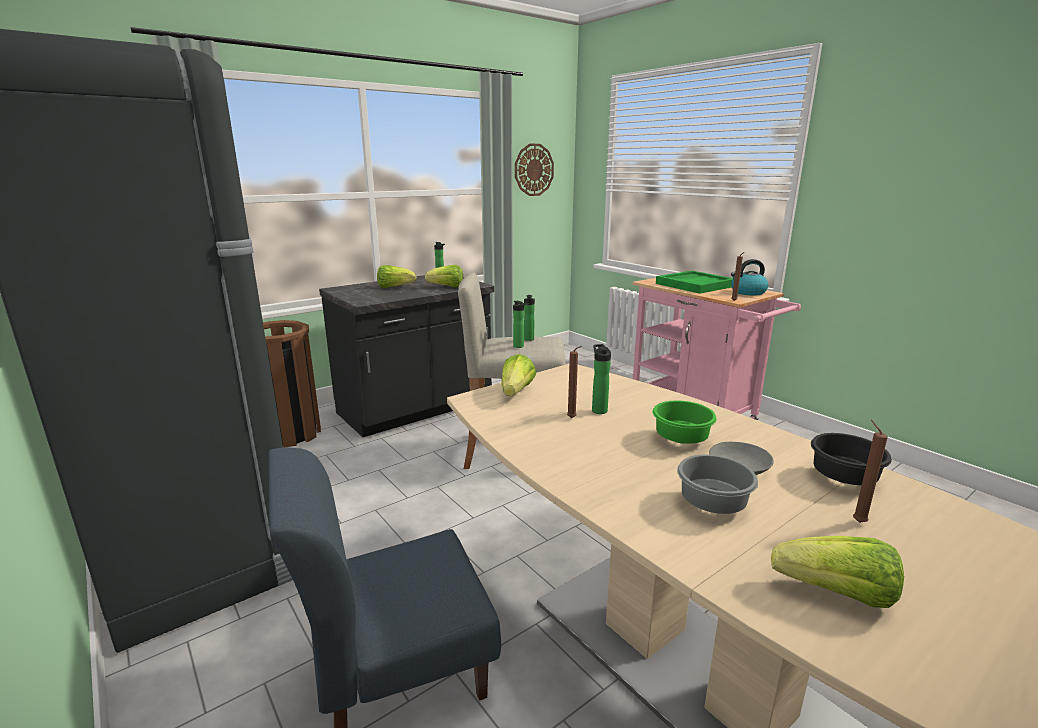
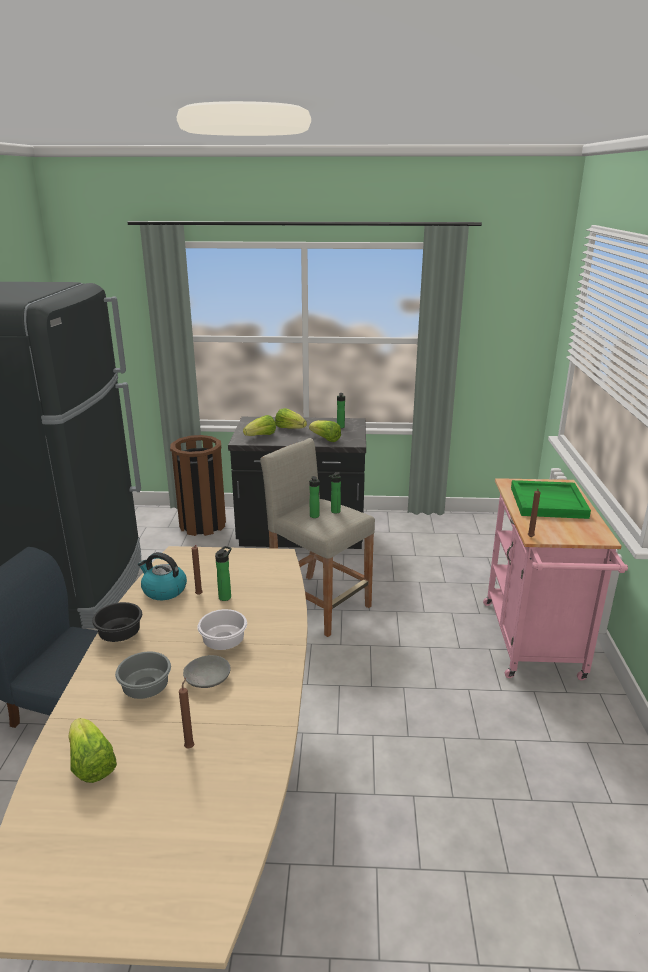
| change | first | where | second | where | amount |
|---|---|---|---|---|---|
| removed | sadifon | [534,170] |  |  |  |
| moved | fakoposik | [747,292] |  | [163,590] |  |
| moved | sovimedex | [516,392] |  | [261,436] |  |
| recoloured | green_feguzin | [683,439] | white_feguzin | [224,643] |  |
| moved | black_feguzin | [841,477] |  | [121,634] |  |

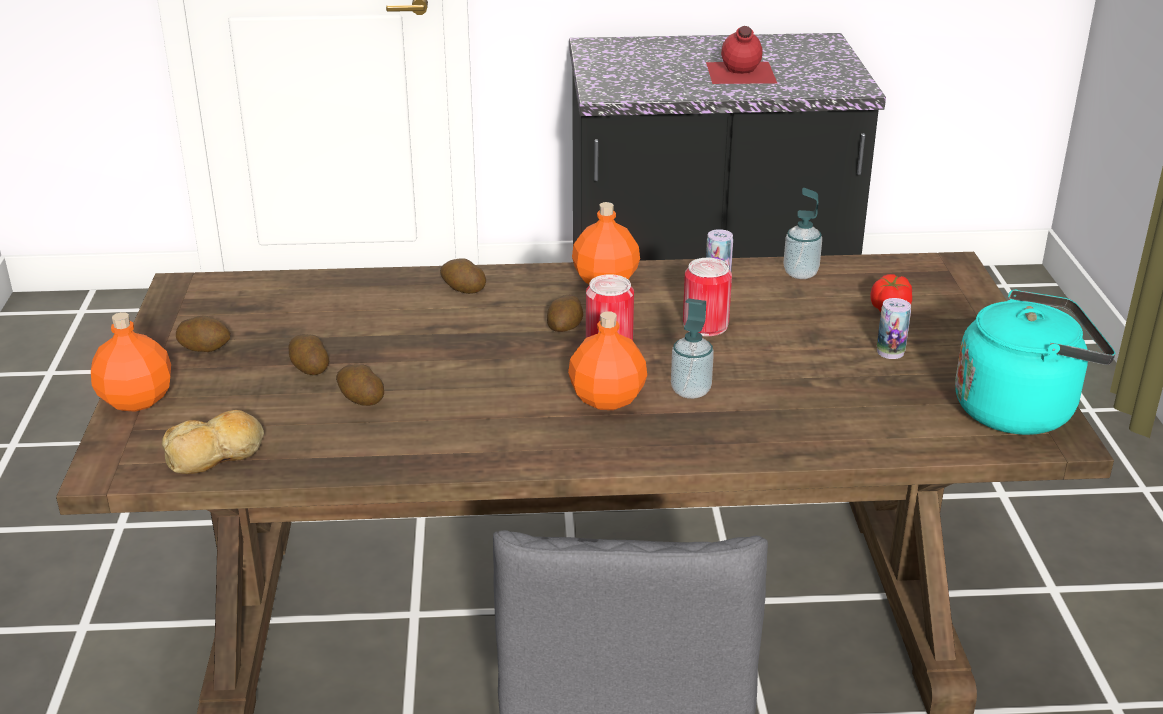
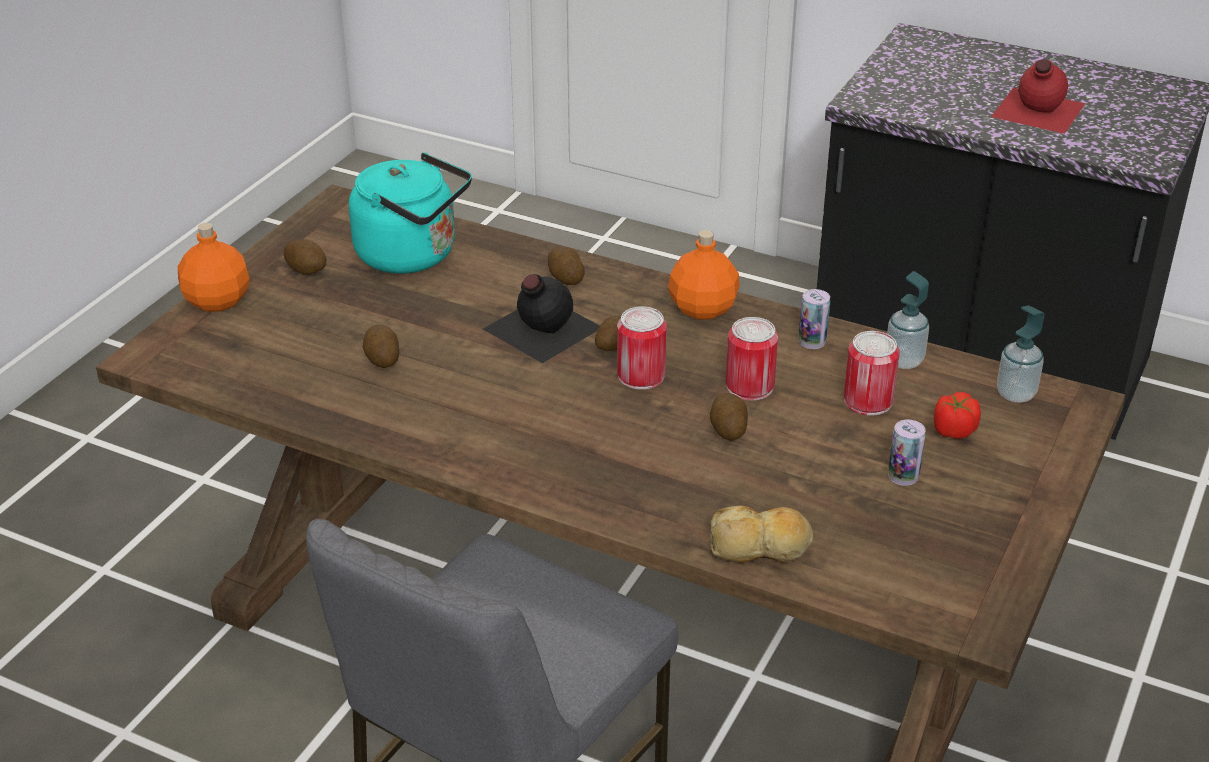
| change | first | where | second | where | amount |
|---|---|---|---|---|---|
| moved | turquoise_fakoposik | [1020,409] |  | [413,255] |  |
| moved | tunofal | [690,391] |  | [1015,394] |  |
| removed | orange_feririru | [608,399] |  |  |  |
| moved | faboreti | [309,368] |  | [728,429] |  |
| moved | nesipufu | [216,454] |  | [760,547] |  |
| added |  |  | black_feririru | [540,328] |  |
| added |  |  | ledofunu | [868,401] |  |

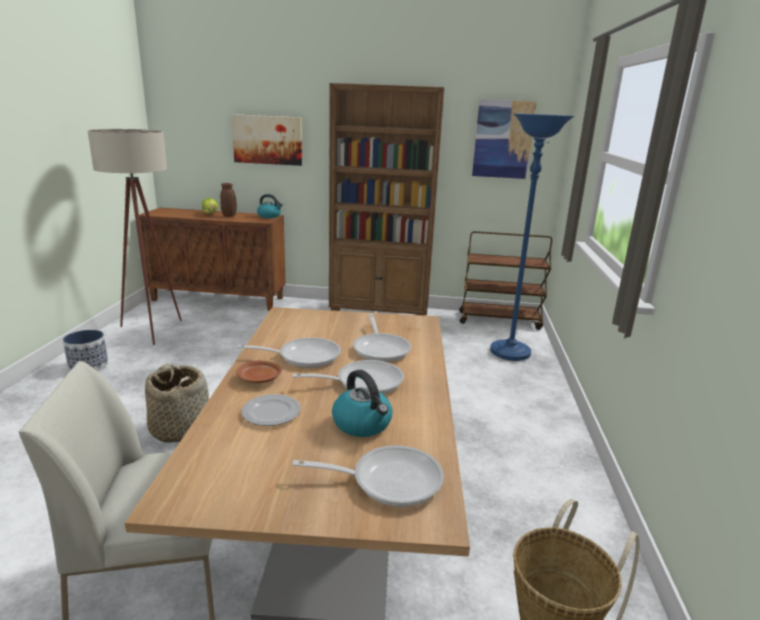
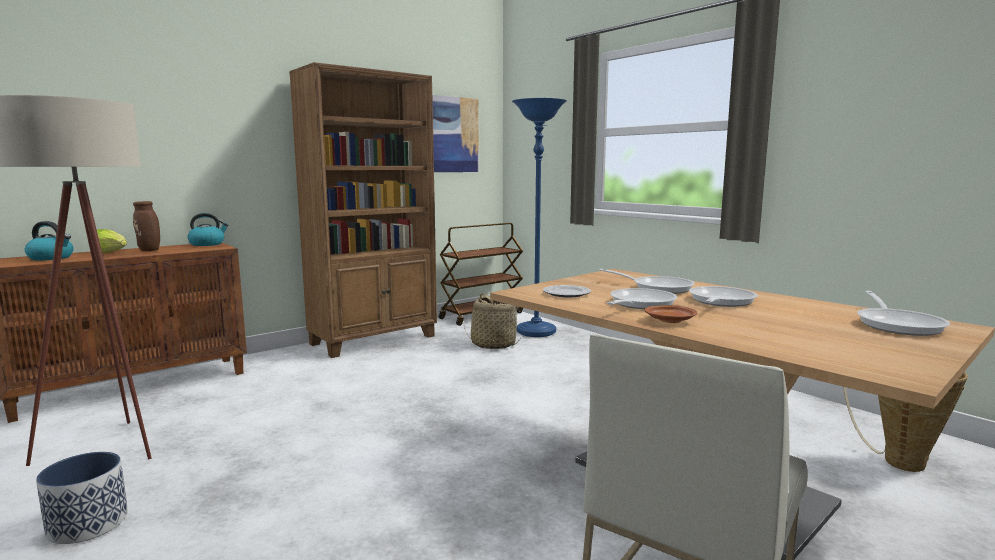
| change | first | where | second | where | amount |
|---|---|---|---|---|---|
| removed | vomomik | [267,140] |  |  |  |
| moved | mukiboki | [180,429] |  | [493,344] |  |
| moved | fakoposik | [363,424] |  | [51,258] |  |
| moved | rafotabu | [271,413] |  | [567,293] |  |
| turned | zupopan | [388,480] |  | [897,324] | 150 degrees clockwise |

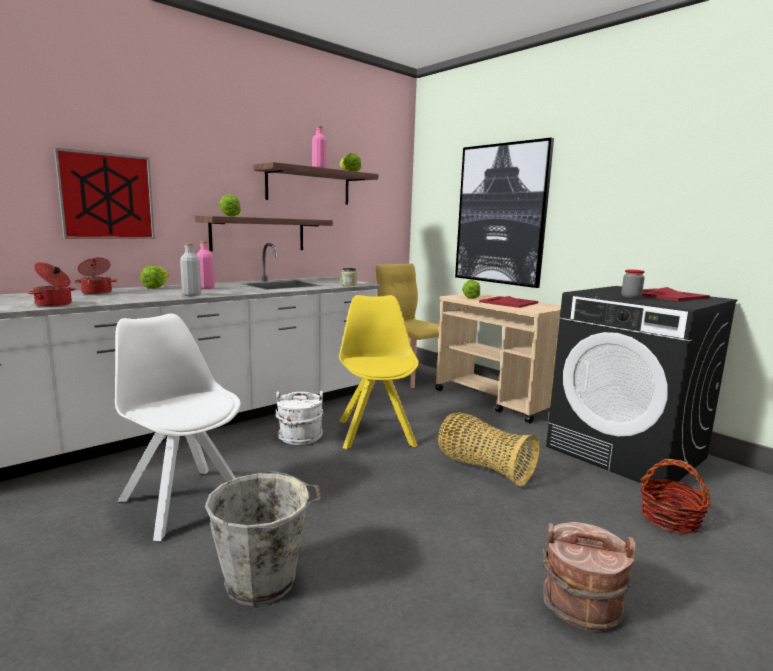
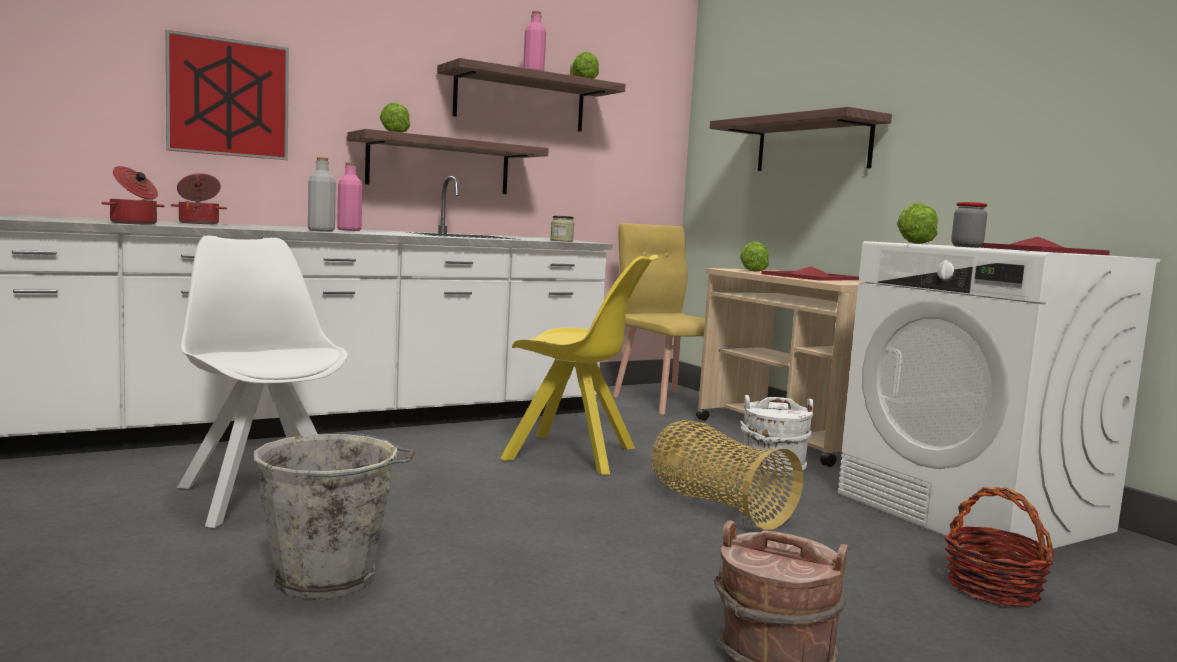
| change | first | where | second | where | amount |
|---|---|---|---|---|---|
| replaced | vomomik | [501,214] | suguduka | [812,145] |  |
| moved | sovimedex | [156,287] |  | [912,243] |  |
| recoloured | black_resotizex | [626,452] | white_resotizex | [974,512] |  |
| turned | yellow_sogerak | [376,432] |  | [574,455] | 105 degrees clockwise |
| moved | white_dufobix | [300,437] |  | [772,467] |  |

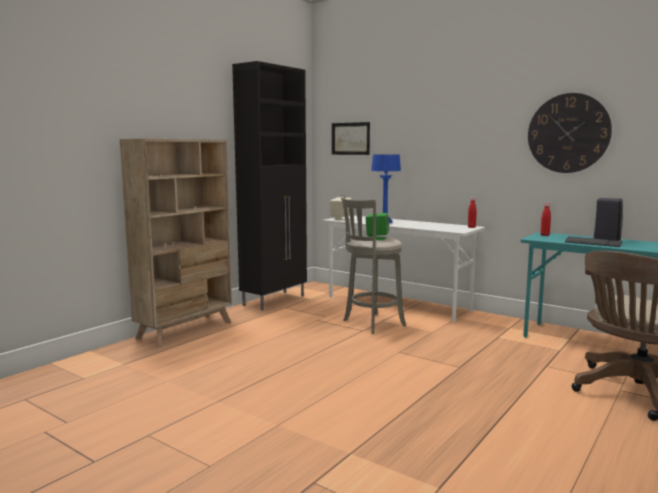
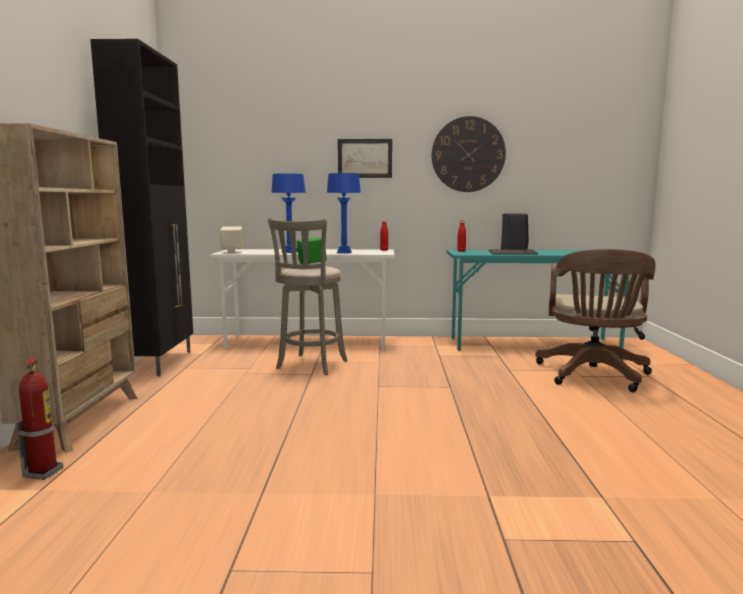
| change | first | where | second | where | amount |
|---|---|---|---|---|---|
| moved | vomomik | [350,138] |  | [365,158] |  |
| added |  |  | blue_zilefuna | [344,252] |  |
| added |  |  | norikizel | [44,472] |  |

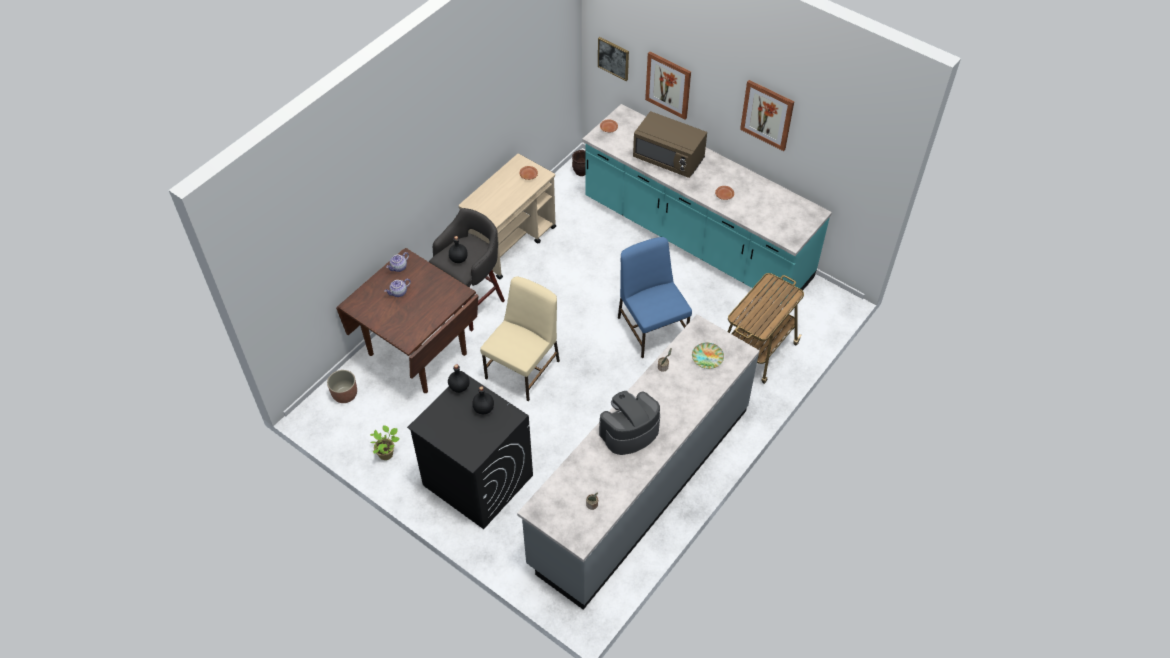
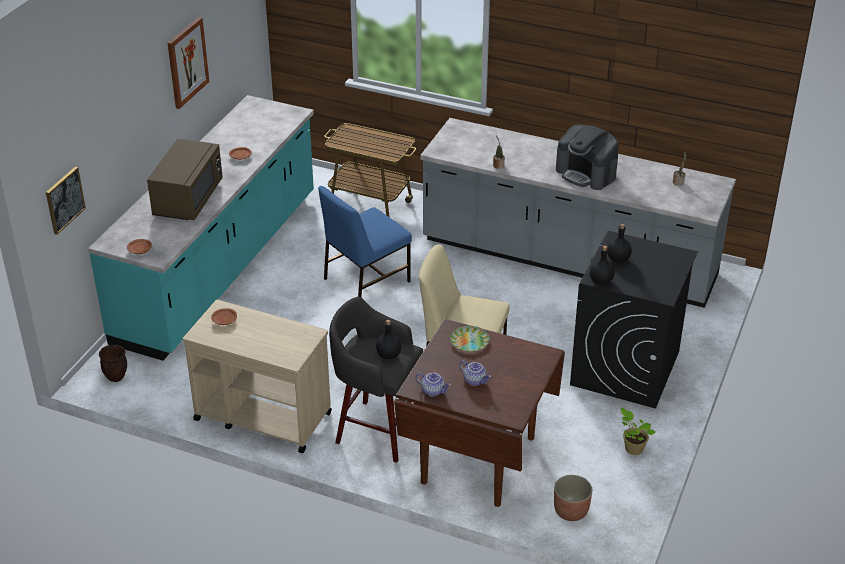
| change | first | where | second | where | amount |
|---|---|---|---|---|---|
| removed | vomomik | [668,85] |  |  |  |
| moved | rafotabu | [707,357] |  | [470,341] |  |

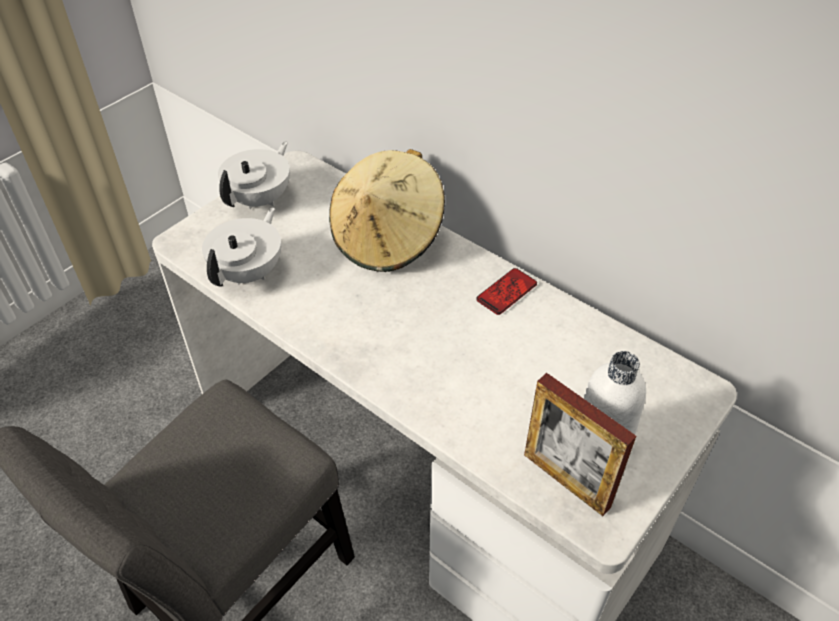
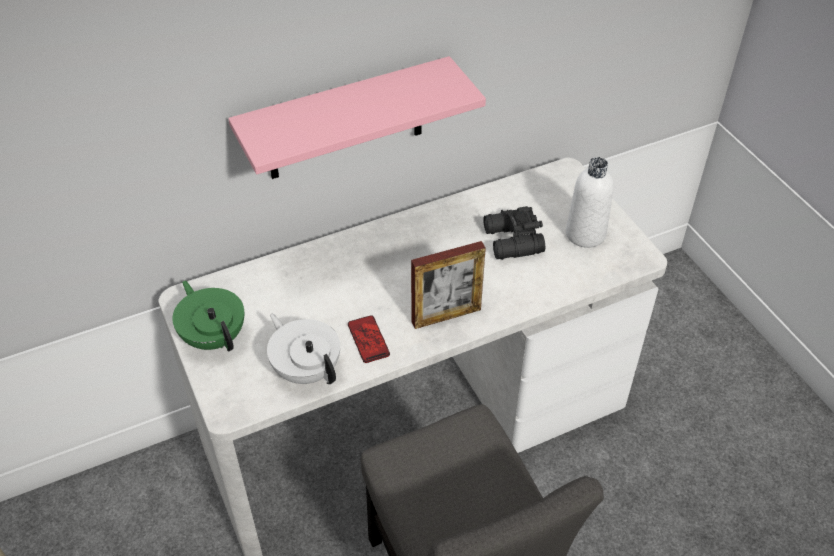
| change | first | where | second | where | amount |
|---|---|---|---|---|---|
| recoloured | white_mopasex | [260,199] | green_mopasex | [214,336] |  |
| removed | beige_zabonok | [387,239] |  |  |  |
| moved | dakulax | [506,292] |  | [368,339] |  |
| moved | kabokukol | [566,480] |  | [446,316] |  |
| added |  |  | pink_suguduka | [345,121] |  |
| added |  |  | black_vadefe | [511,242] |  |

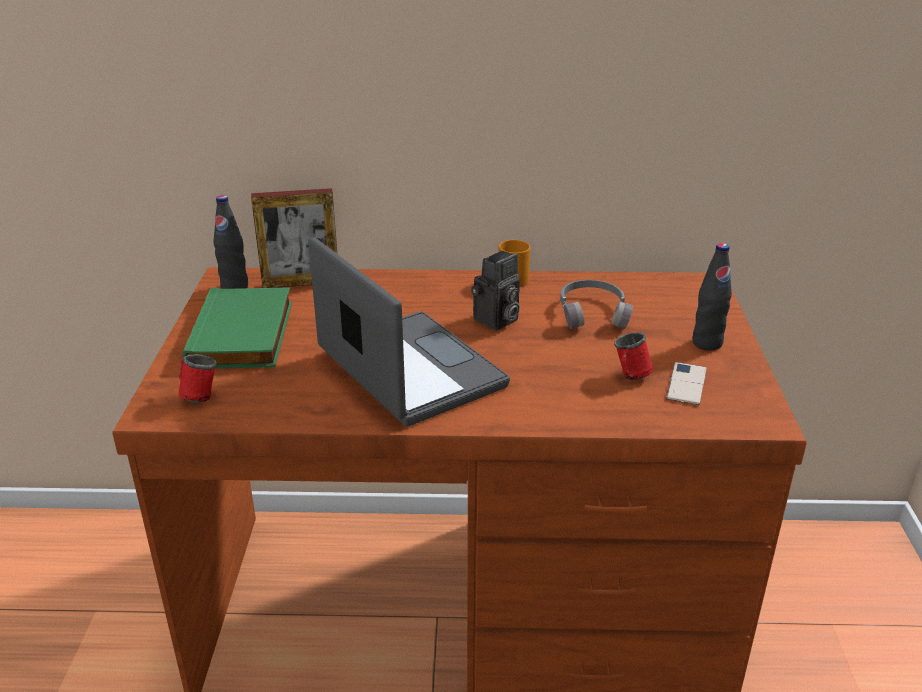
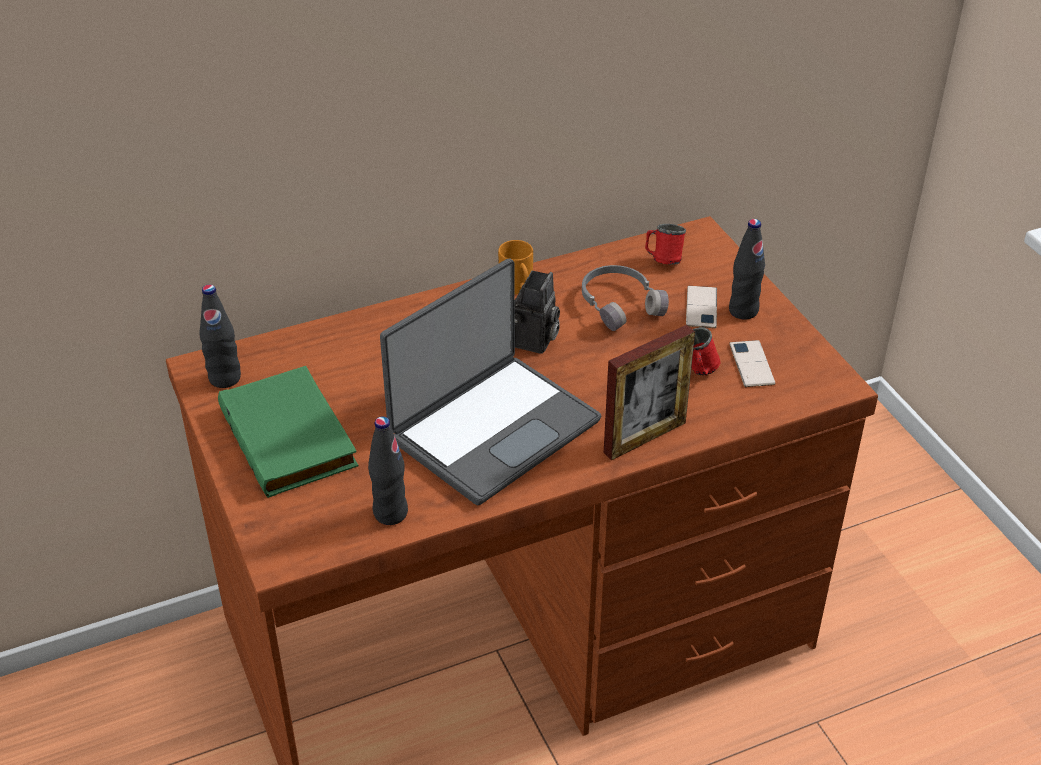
| change | first | where | second | where | amount |
|---|---|---|---|---|---|
| moved | kabokukol | [301,283] |  | [645,437] |  |
| turned | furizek | [408,371] |  | [492,428] | 105 degrees clockwise |
| moved | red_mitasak | [197,395] |  | [663,259] |  |
| added |  |  | dakulax | [701,307] |  |
| added |  |  | black_feririru | [390,513] |  |

